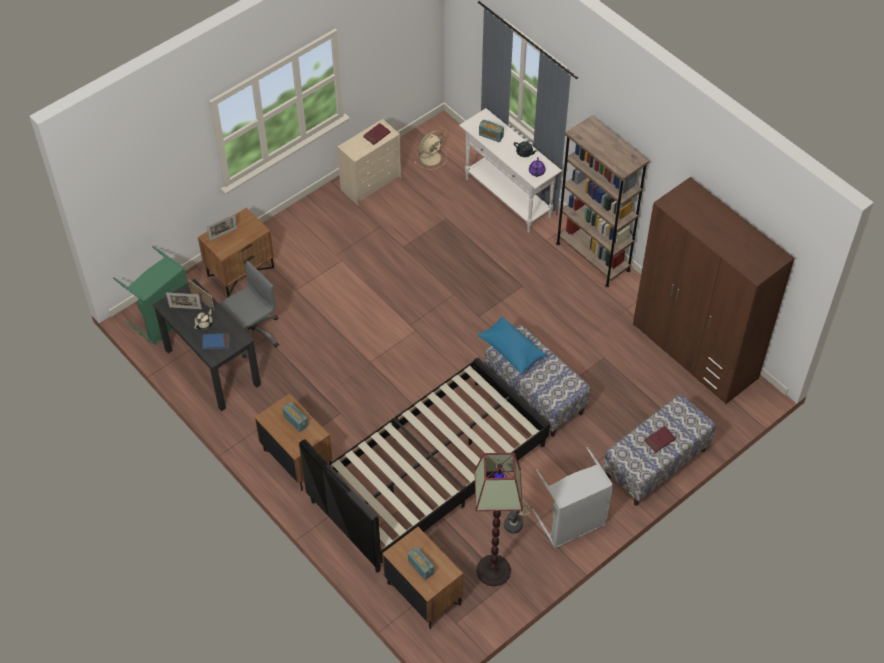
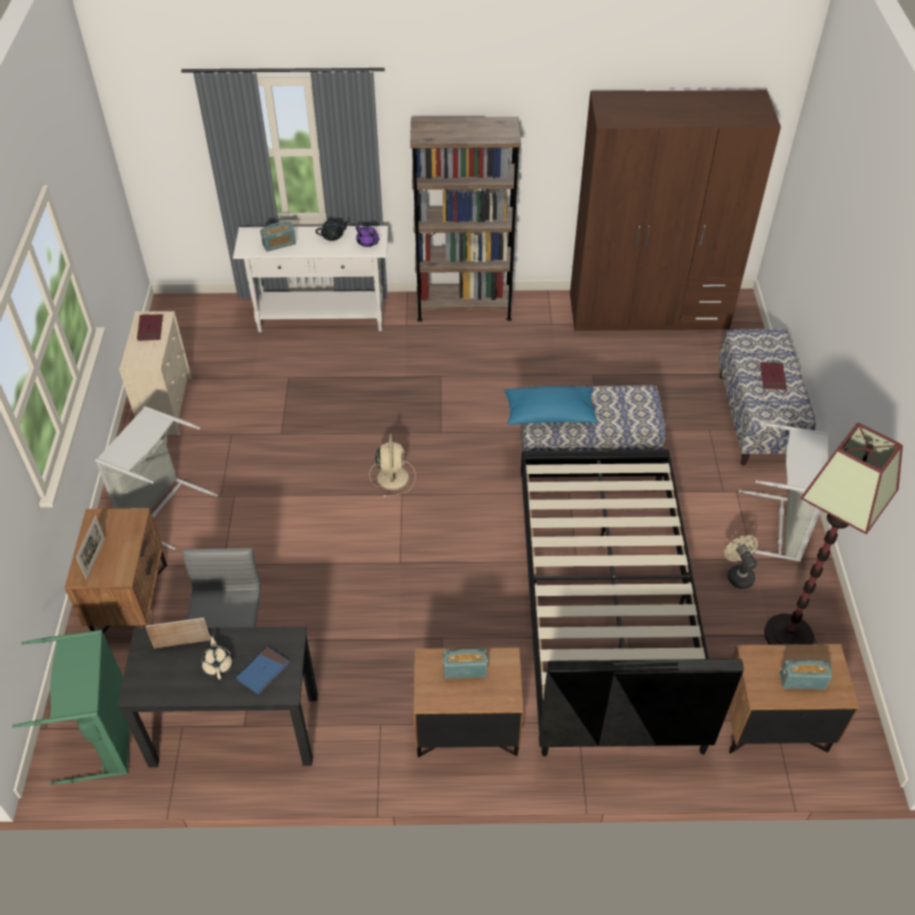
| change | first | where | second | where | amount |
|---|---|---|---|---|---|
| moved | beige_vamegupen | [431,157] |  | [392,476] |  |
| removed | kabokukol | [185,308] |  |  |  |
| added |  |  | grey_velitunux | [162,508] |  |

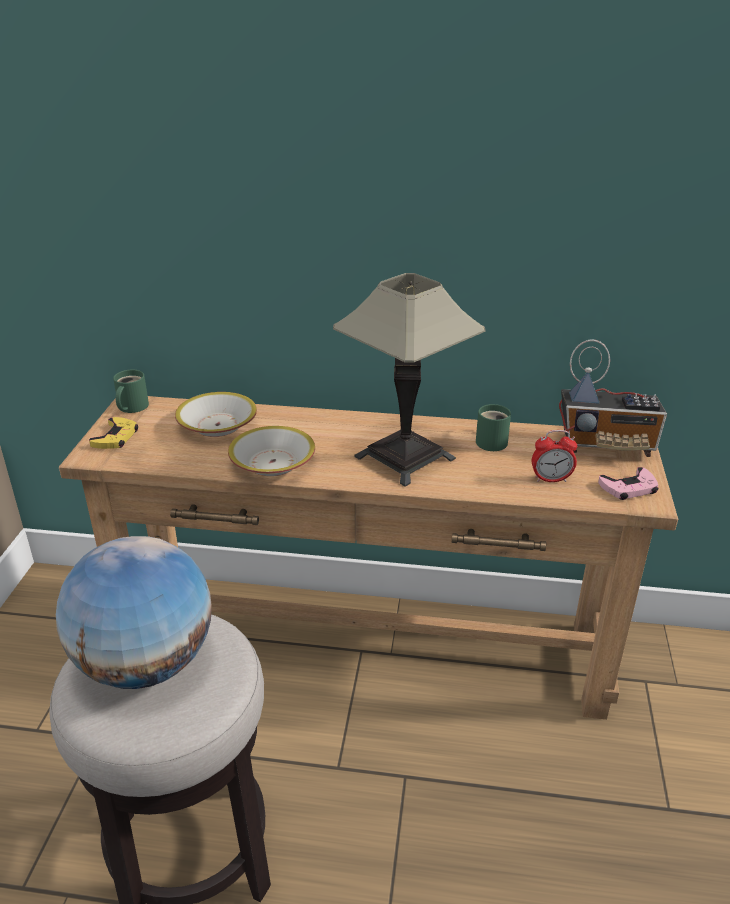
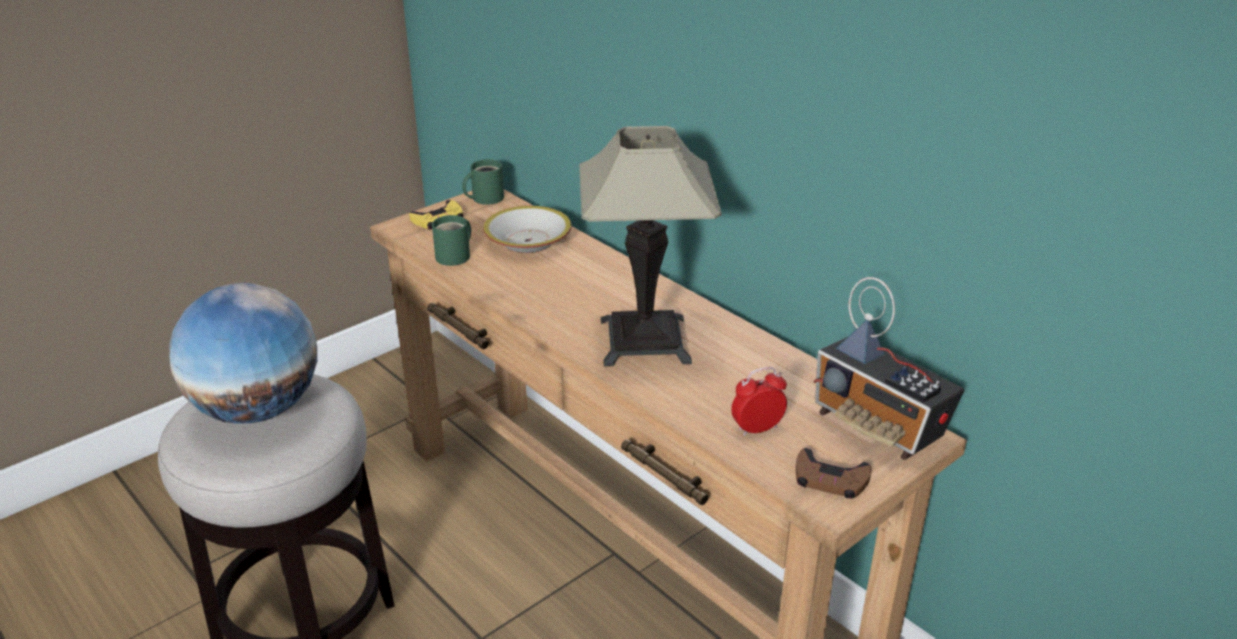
| change | first | where | second | where | amount |
|---|---|---|---|---|---|
| moved | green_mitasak | [491,441] |  | [456,256] |  |
| removed | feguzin | [273,462] |  |  |  |
| turned | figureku | [551,479] |  | [757,429] | 120 degrees clockwise |
| recoloured | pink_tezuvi | [629,488] | brown_tezuvi | [830,479] |  |

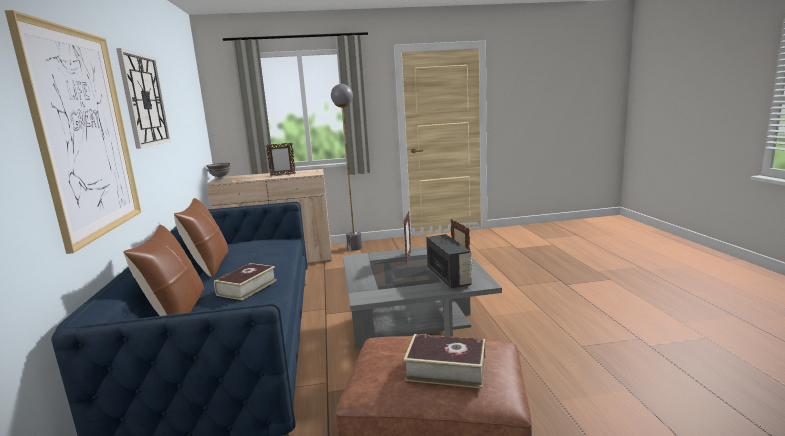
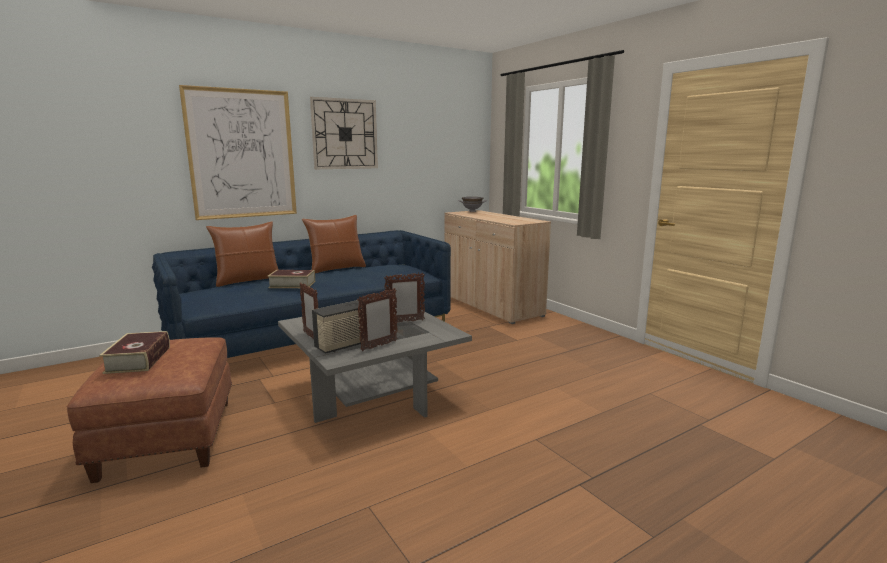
| change | first | where | second | where | amount |
|---|---|---|---|---|---|
| removed | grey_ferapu | [354,248] |  |  |  |
| moved | kabokukol | [282,175] |  | [311,337] |  |

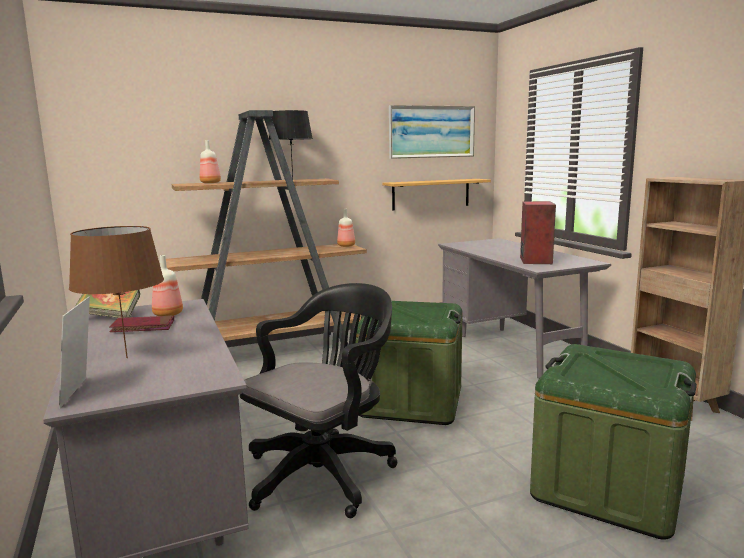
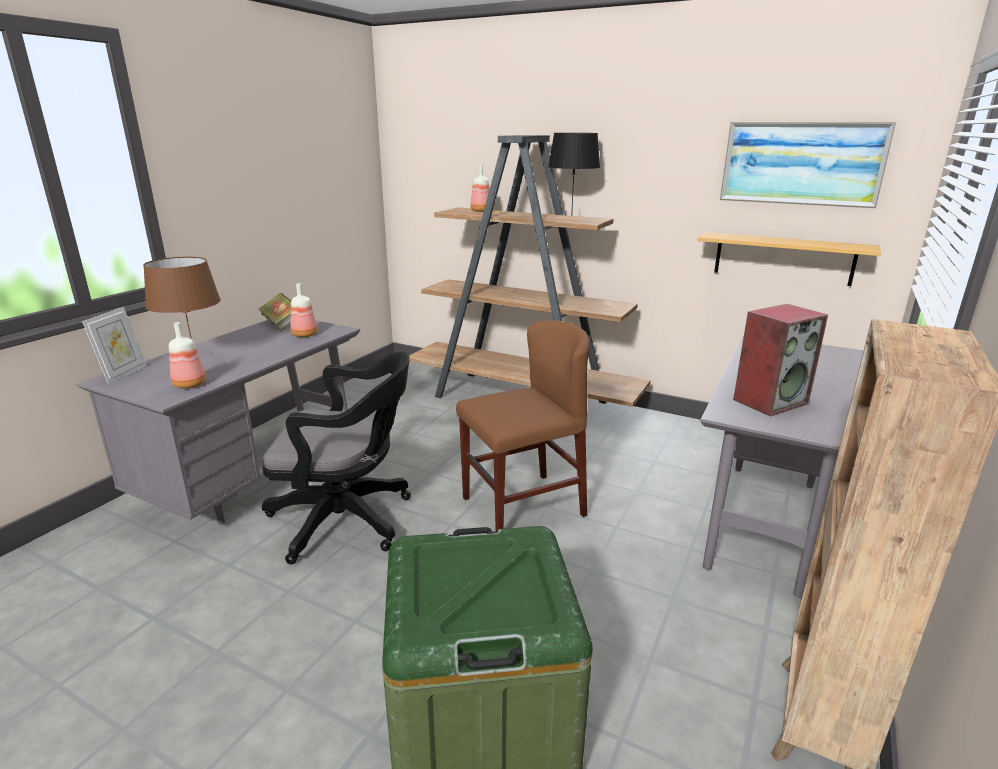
| change | first | where | second | where | amount |
|---|---|---|---|---|---|
| moved | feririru | [346,246] |  | [191,384] |  |
| turned | kabokukol | [81,392] |  | [123,374] | 150 degrees clockwise |
| replaced | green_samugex | [411,401] | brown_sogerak | [523,506] |  |
| removed | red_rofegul | [143,327] |  |  |  |

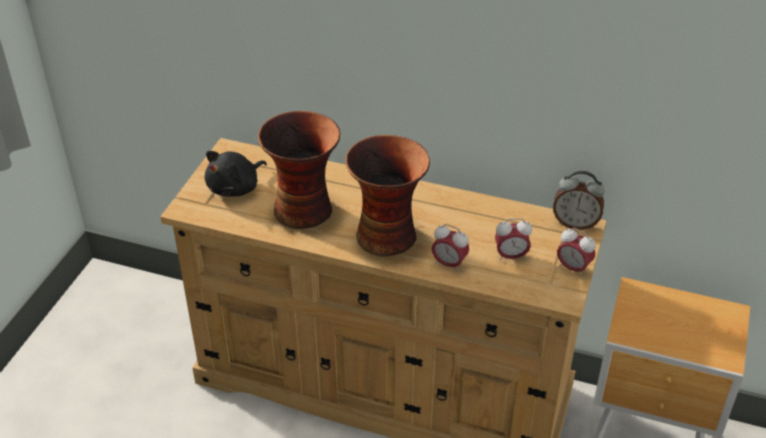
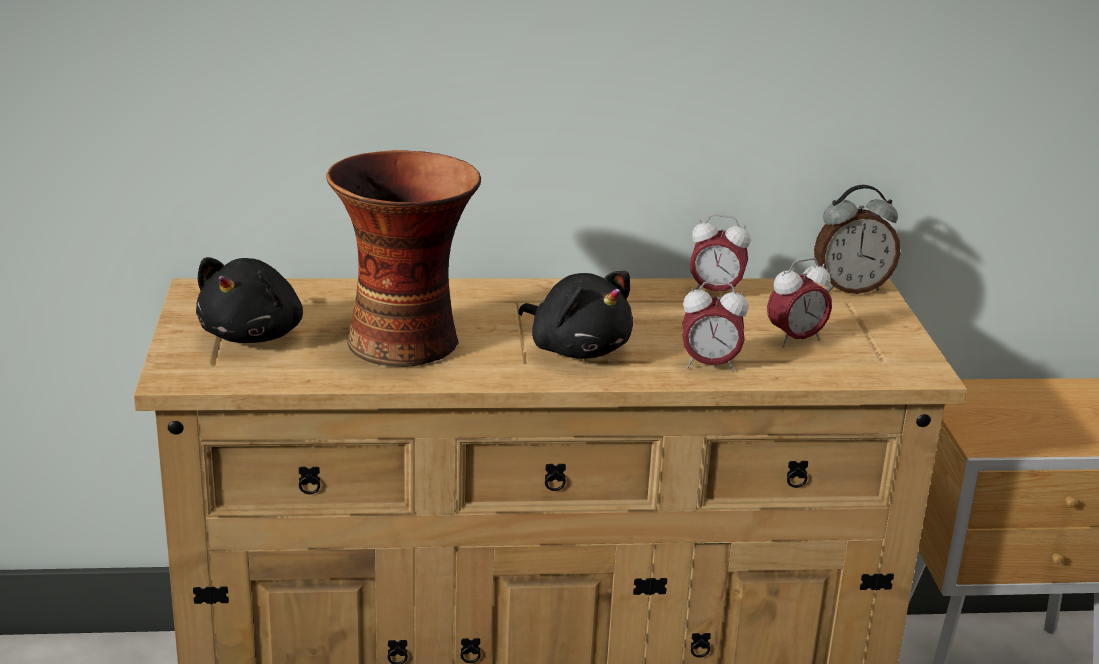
| change | first | where | second | where | amount |
|---|---|---|---|---|---|
| replaced | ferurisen | [387,235] | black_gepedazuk | [577,348] |  |
| moved | figureku | [573,268] |  | [715,292] |  |

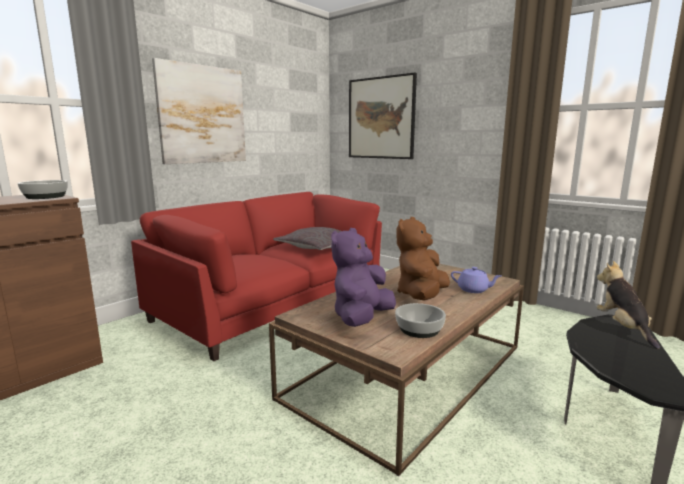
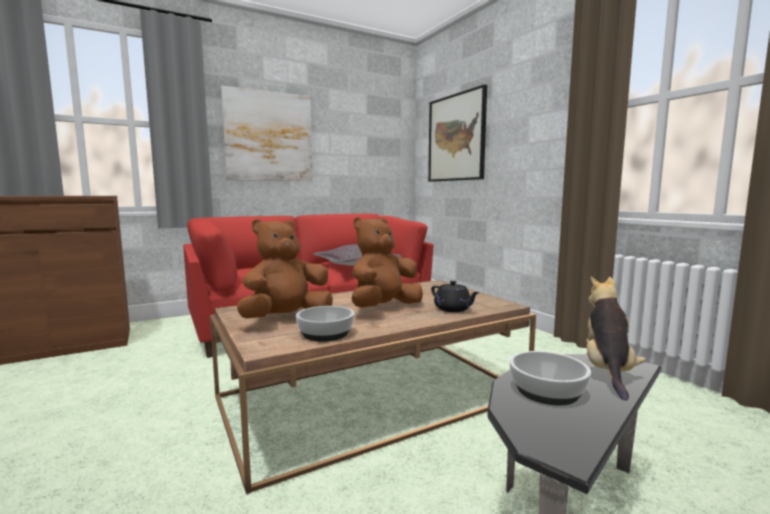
| change | first | where | second | where | amount |
|---|---|---|---|---|---|
| moved | feguzin | [45,197] |  | [548,391] |  |
| recoloured | purple_gepedazuk | [361,318] | brown_gepedazuk | [286,318] |  |
| recoloured | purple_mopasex | [473,290] | black_mopasex | [453,309] |  |

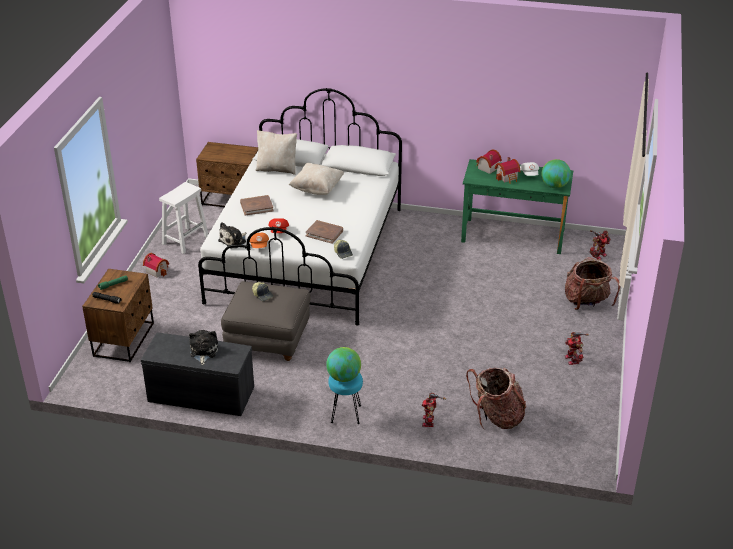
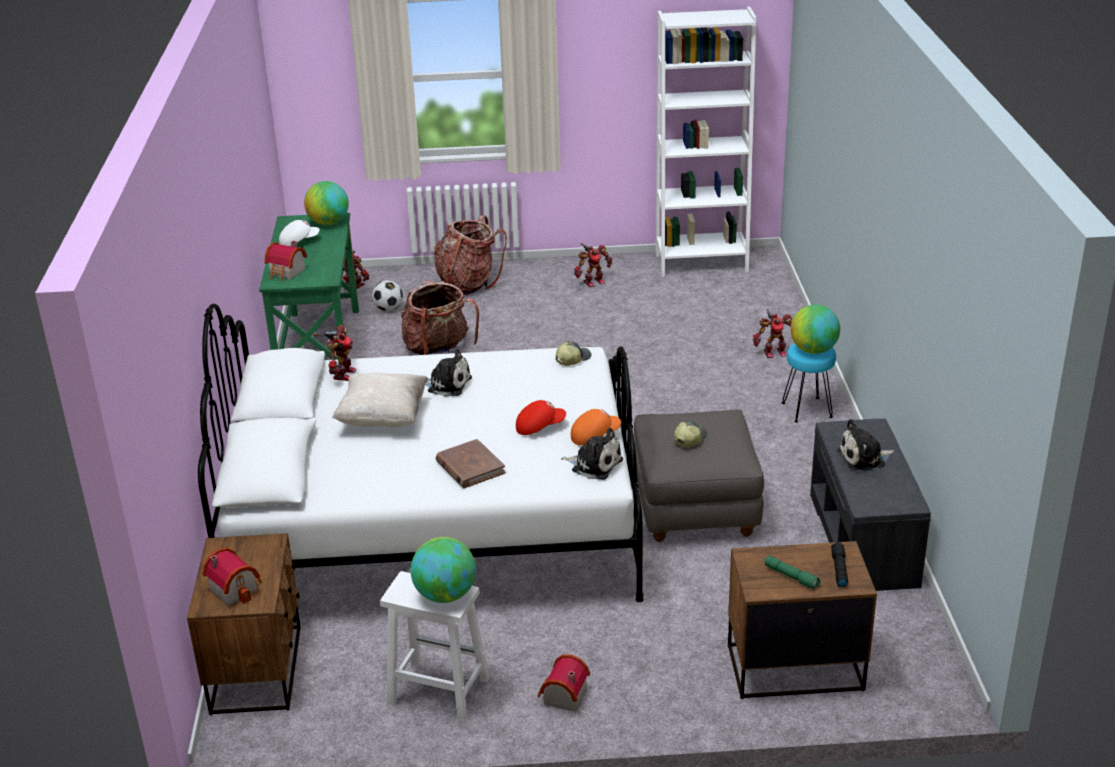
| change | first | where | second | where | amount |
|---|---|---|---|---|---|
| removed | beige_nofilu | [277,169] |  |  |  |
| moved | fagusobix | [508,177] |  | [236,588] |  |
| removed | brown_rofegul | [324,233] |  |  |  |
| moved | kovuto | [497,417] |  | [438,349] |  |
| added |  |  | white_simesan | [701,263] |  |
| added |  |  | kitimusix | [388,309] |  |
| added |  |  | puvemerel | [342,374] |  |
| added |  |  | gepedazuk | [447,384] |  |
| added |  |  | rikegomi | [445,595] |  |

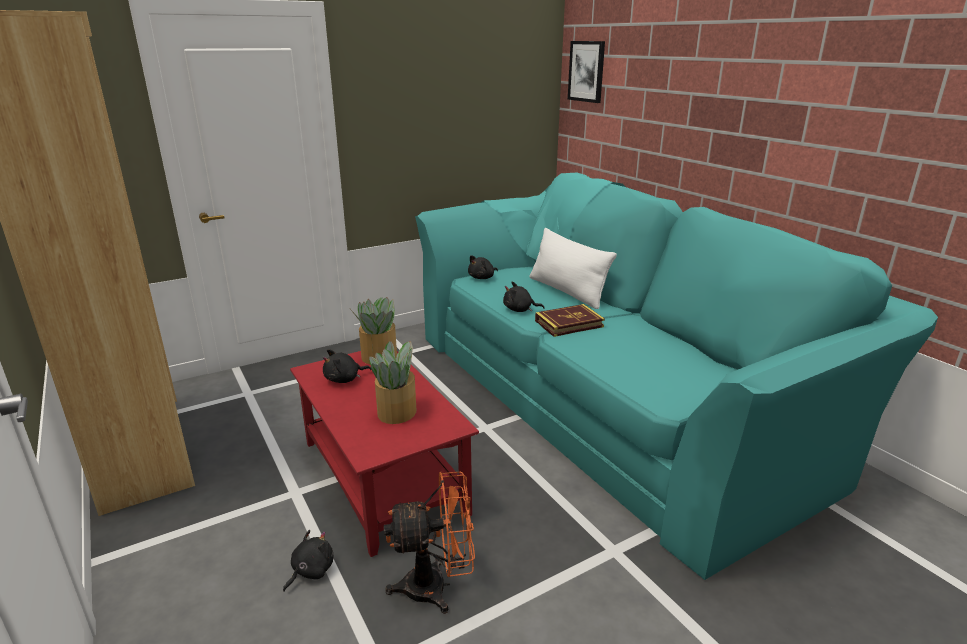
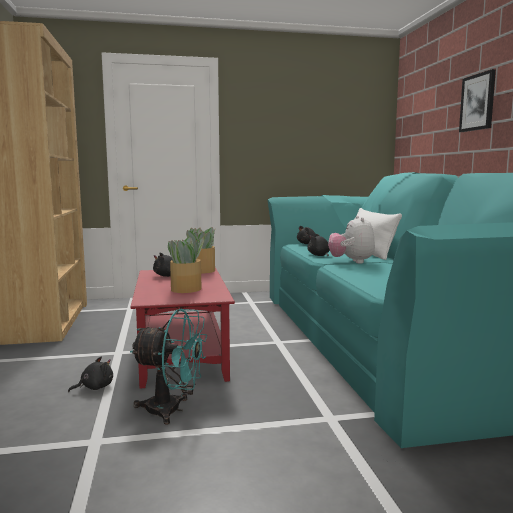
| change | first | where | second | where | amount |
|---|---|---|---|---|---|
| moved | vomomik | [587,71] |  | [478,102] |  |
| replaced | rofegul | [569,324] | gepedazuk | [351,262] |  |
| recoloured | orange_vamegupen | [437,586] | turquoise_vamegupen | [172,410] |  |

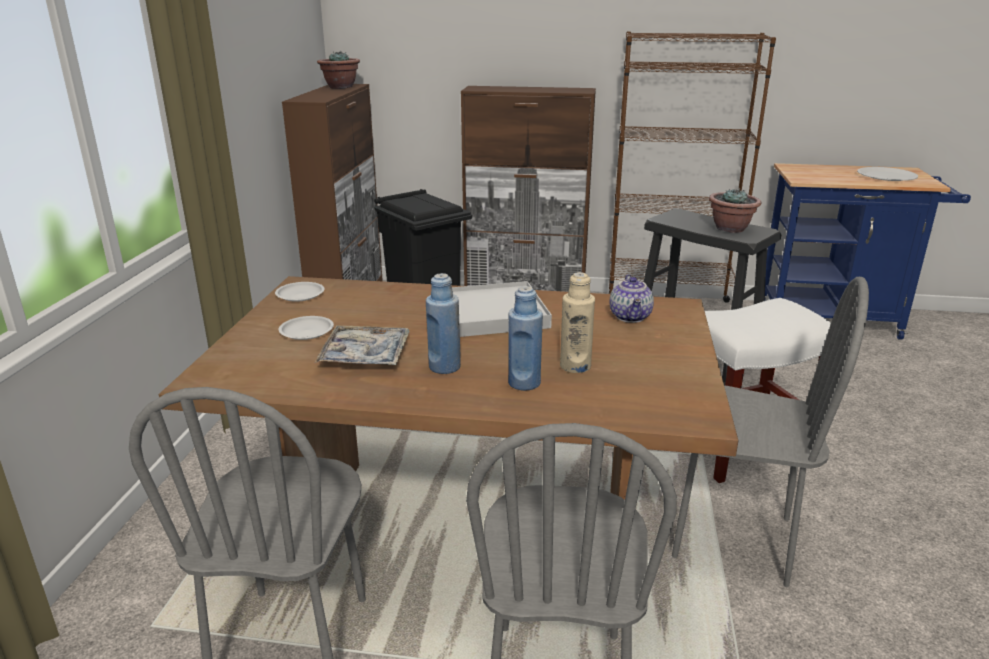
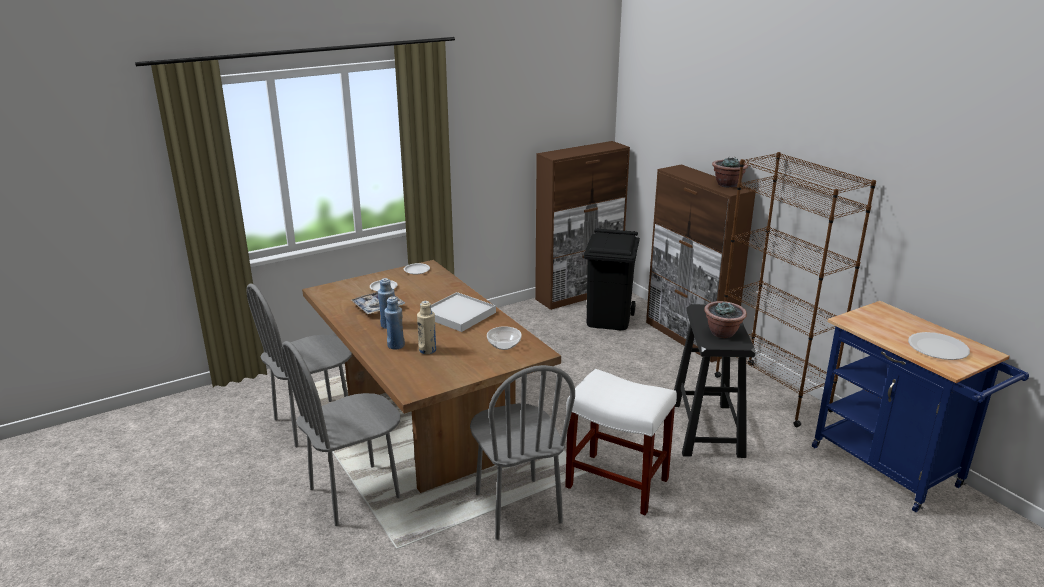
| change | first | where | second | where | amount |
|---|---|---|---|---|---|
| moved | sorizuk | [340,87] |  | [727,185] |  |
| replaced | mopasex | [631,317] | feguzin | [504,345] |  |

